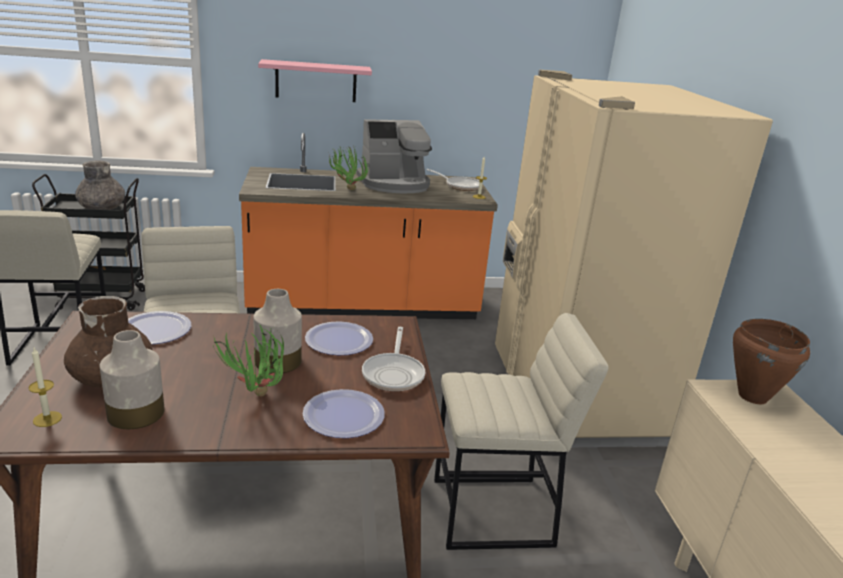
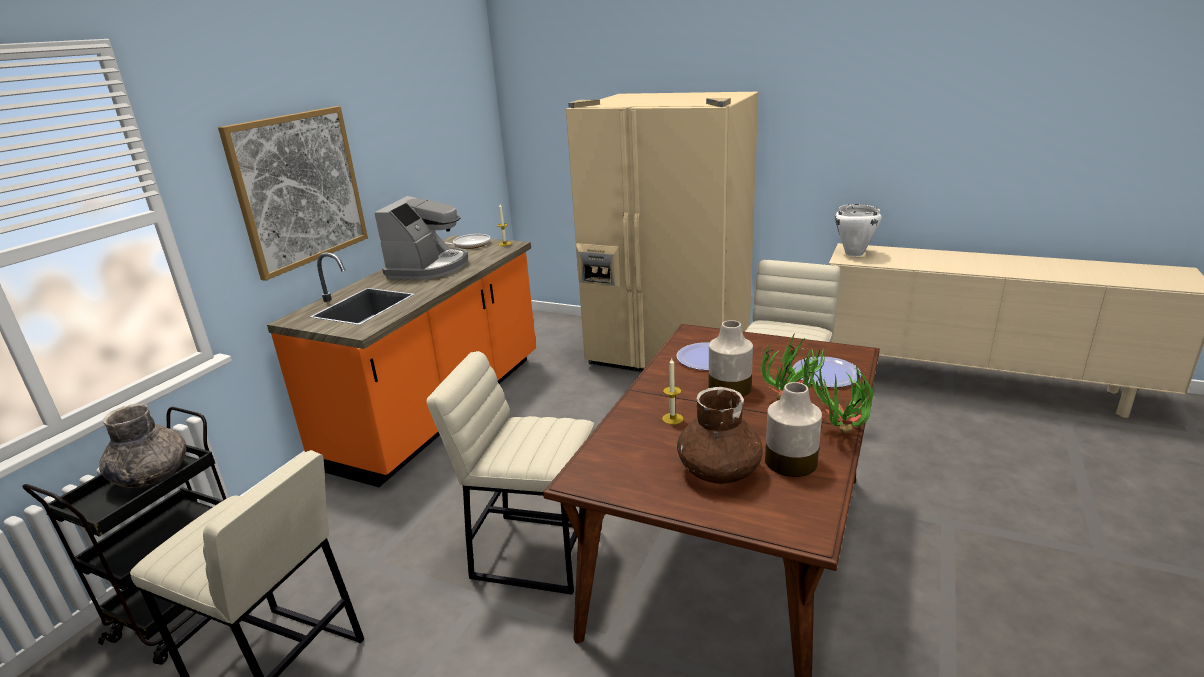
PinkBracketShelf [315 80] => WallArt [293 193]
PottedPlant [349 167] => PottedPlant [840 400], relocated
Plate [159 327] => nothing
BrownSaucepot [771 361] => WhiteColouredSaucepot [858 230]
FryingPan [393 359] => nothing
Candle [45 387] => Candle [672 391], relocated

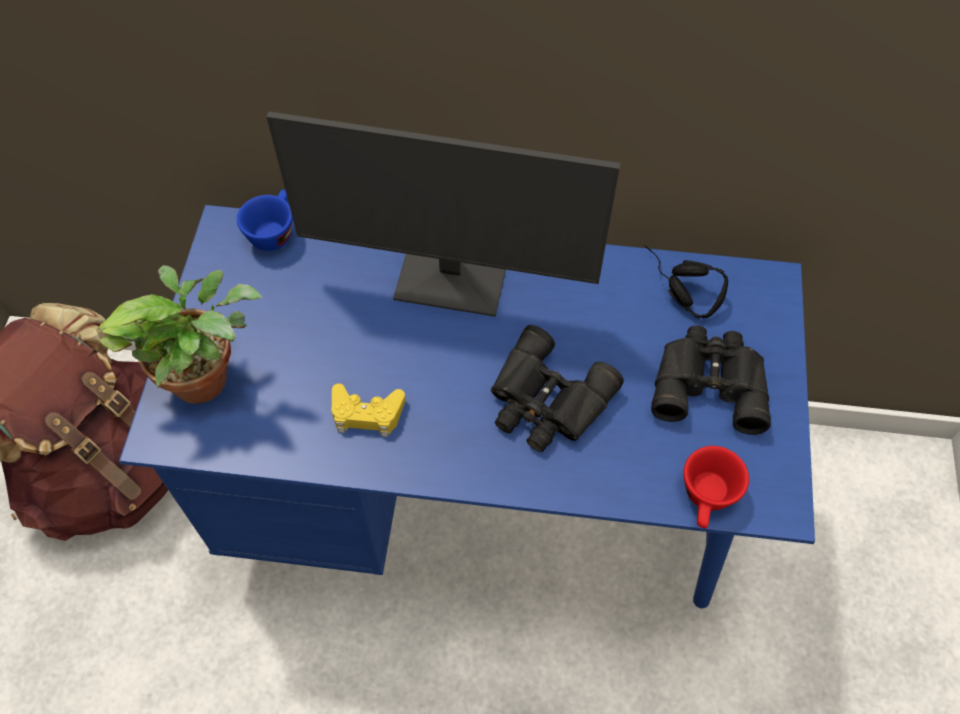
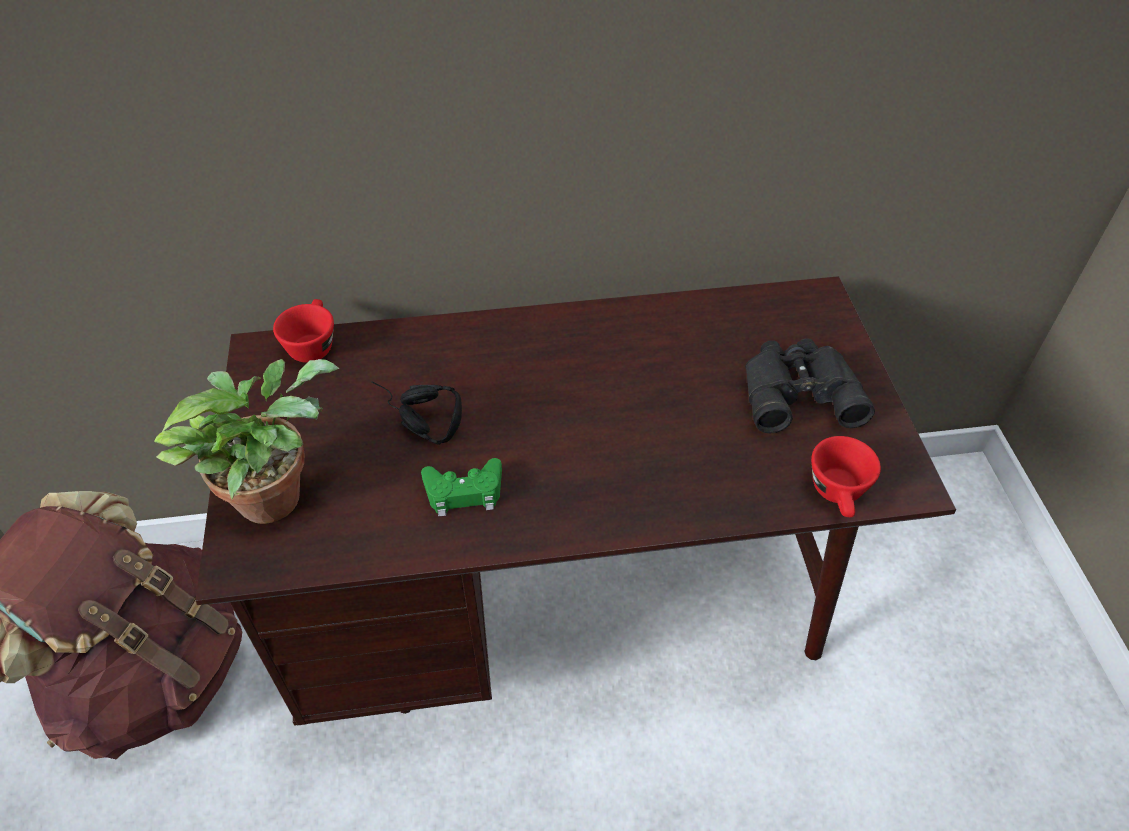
ComputerDisplay [443 214] => nothing
BlueDrinkingCup [265 220] => ReddishDrinkingCup [303 331]
BlueDesk [467 407] => BrownDesk [575 501]
BlackHeadset [686 282] => BlackHeadset [417 413], relocated
BlackBinoculars [557 388] => nothing
YellowGameController [368 410] => GreenishGameController [461 487]

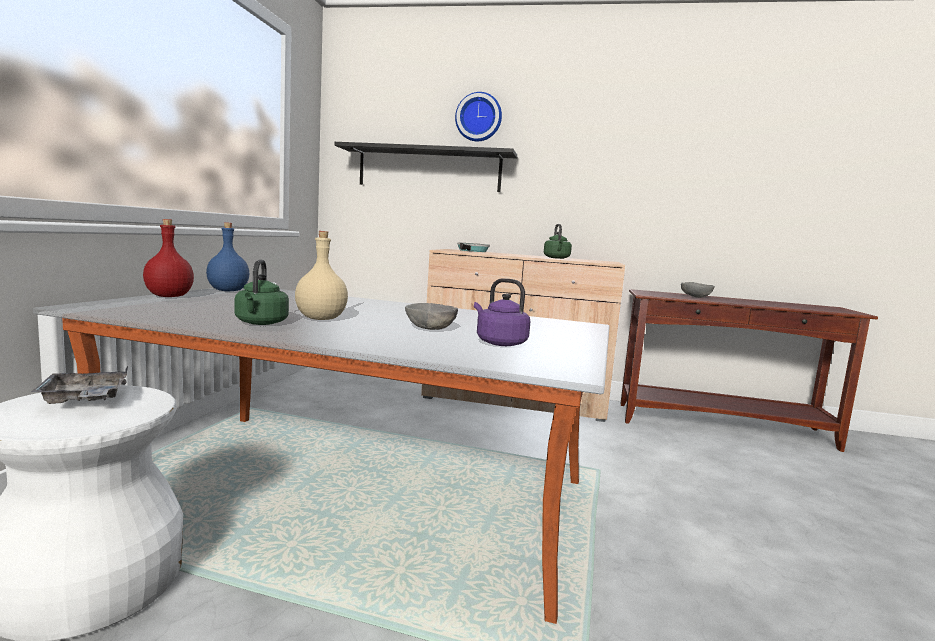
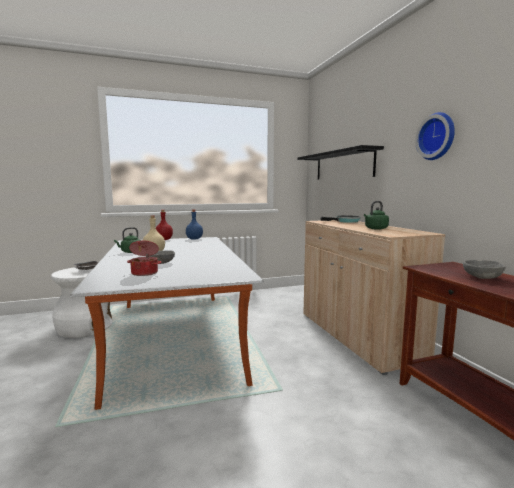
HangingClock [478 116] => HangingClock [435 136], relocated
PurplishWaterKettle [502 312] => Saucepot [144 258]

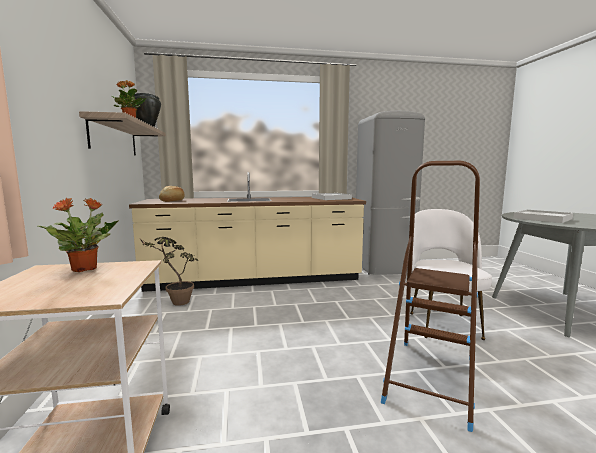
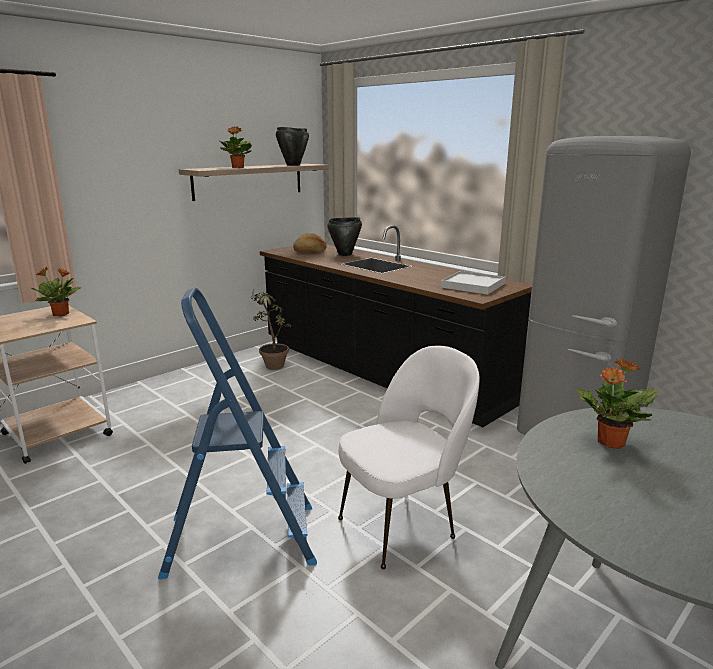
BrownStepladder [430 296] => BlueStepladder [237 433]
BeigeColouredCounter [247 232] => BlackCounter [396 326]
WhiteColouredCarryingTray [543 216] => PottedPlant [617 403]
nothing => BlackSaucepot [344 236]

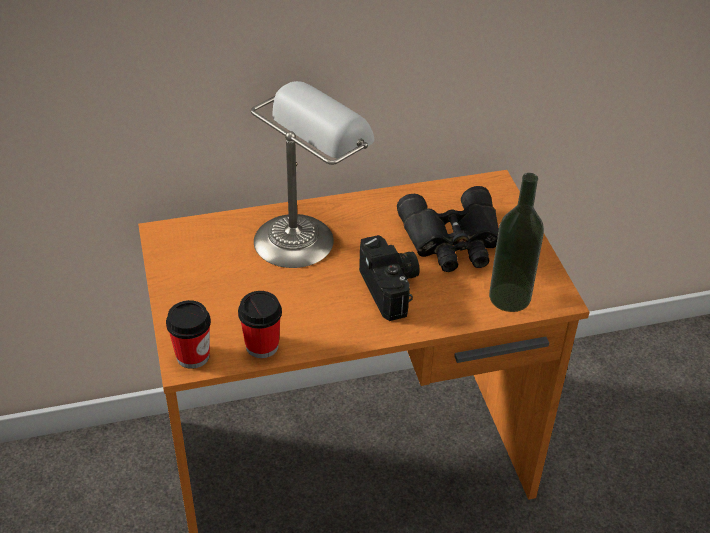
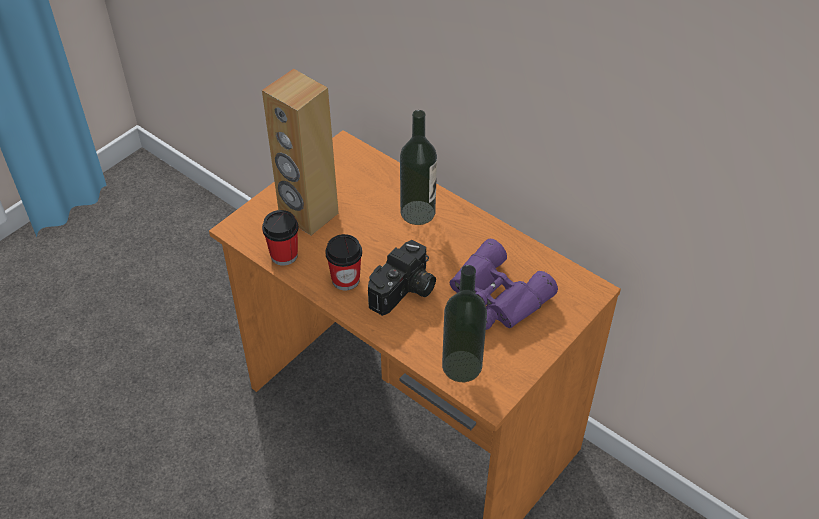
WhiteColouredTabletopLamp [312 174] => DrinkBottle [418 167]
BlackBinoculars [448 229] => PurplishBinoculars [503 284]
DrinkingCup [188 334] => DrinkingCup [343 262], relocated
nothing => BrownAudioSpeaker [300 152]

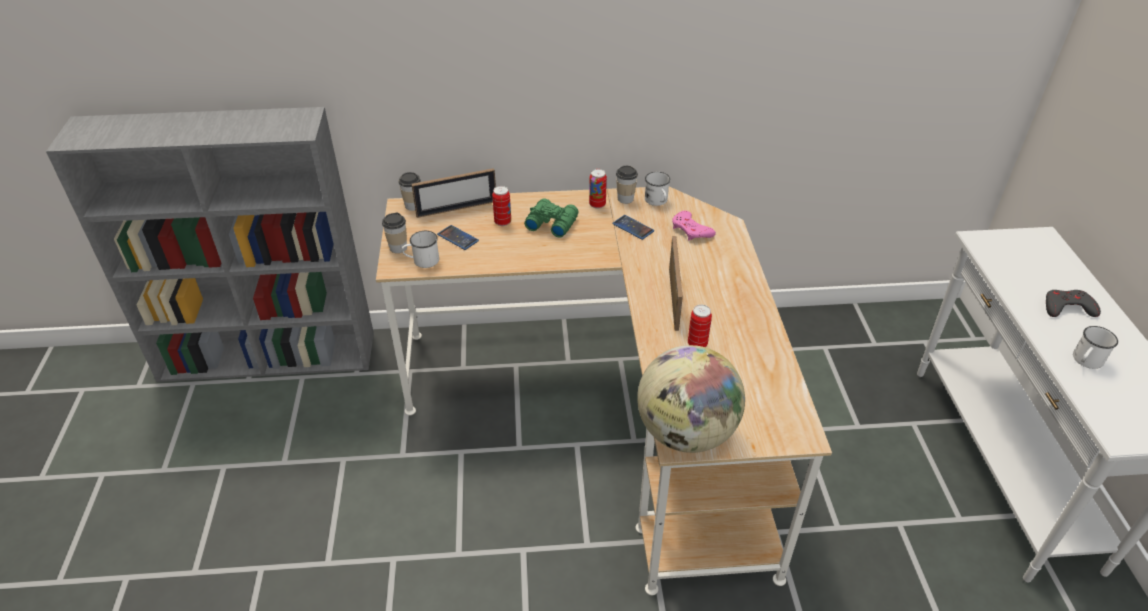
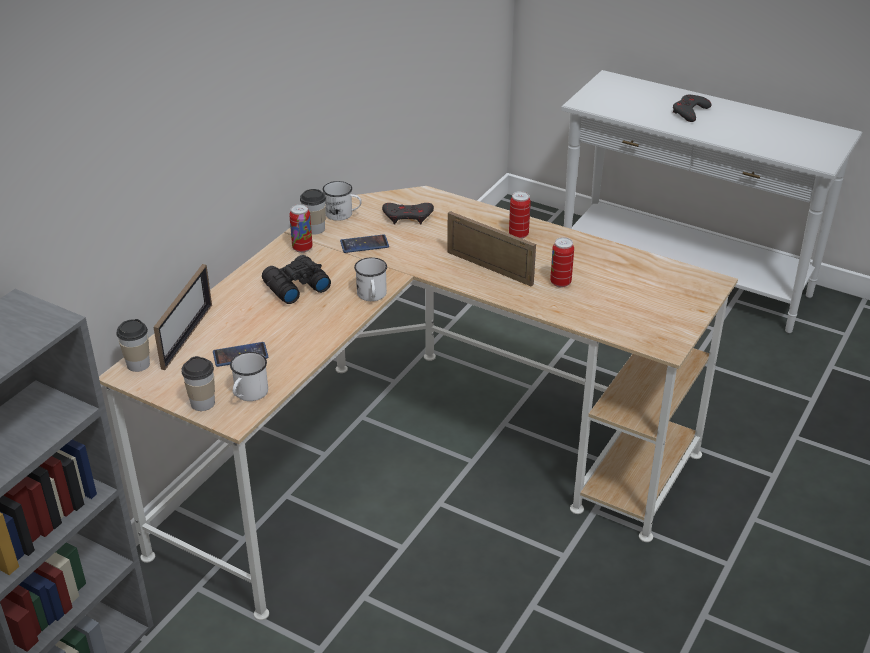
SealedCan [501 206] => SealedCan [520 215], relocated
GreenishBinoculars [551 218] => BlackBinoculars [296 279]
PinkGameController [694 225] => GreyGameController [408 213]
WhiteColouredCoffeeMug [1095 347] => WhiteColouredCoffeeMug [370 279], relocated
DeskGlobe [691 399] => nothing

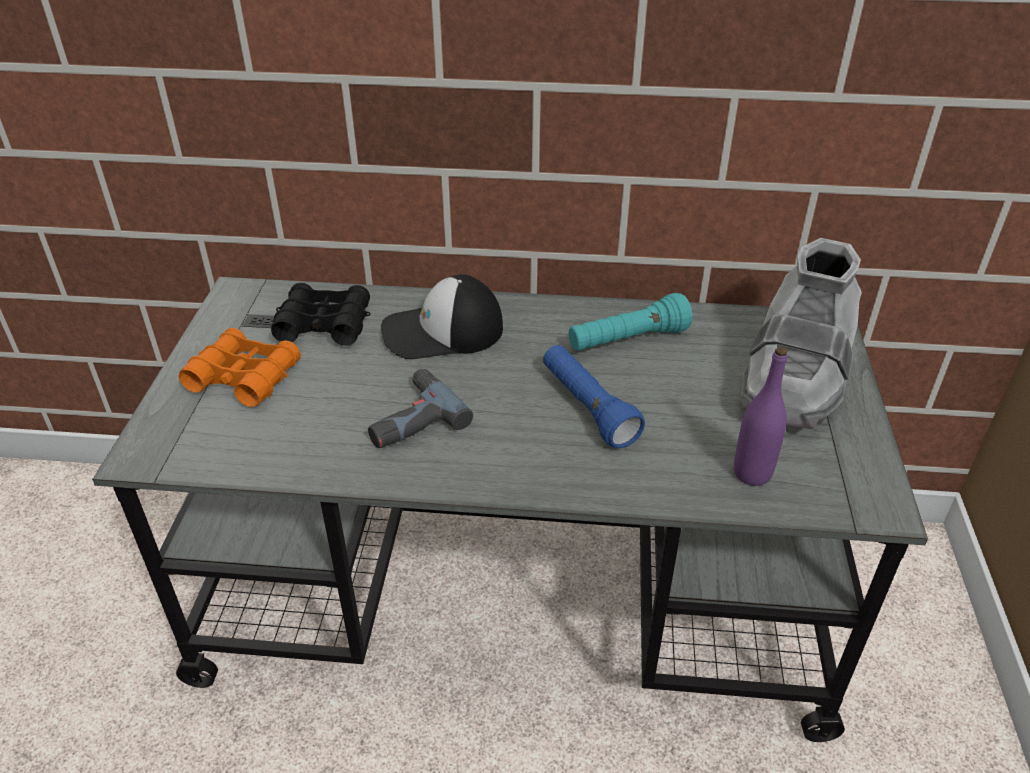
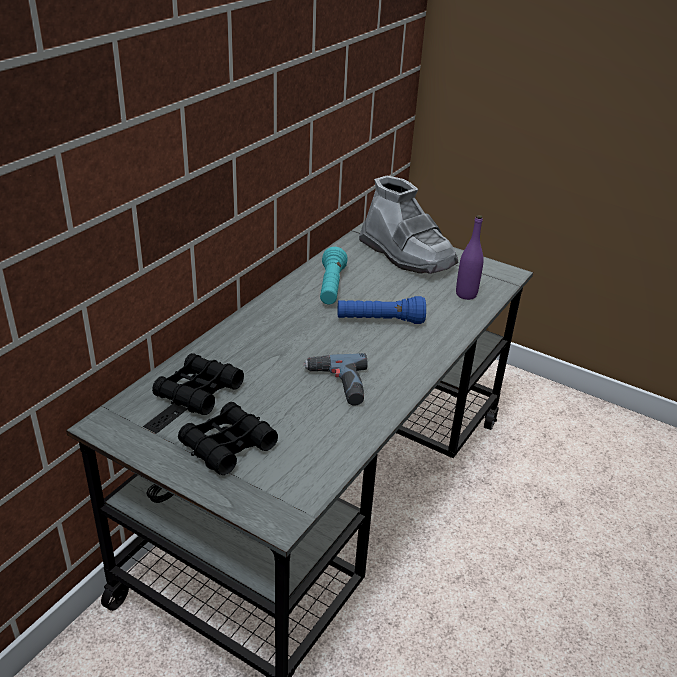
Cap [442 316] => nothing
OrangeColouredBinoculars [240 367] => BlackBinoculars [228 438]

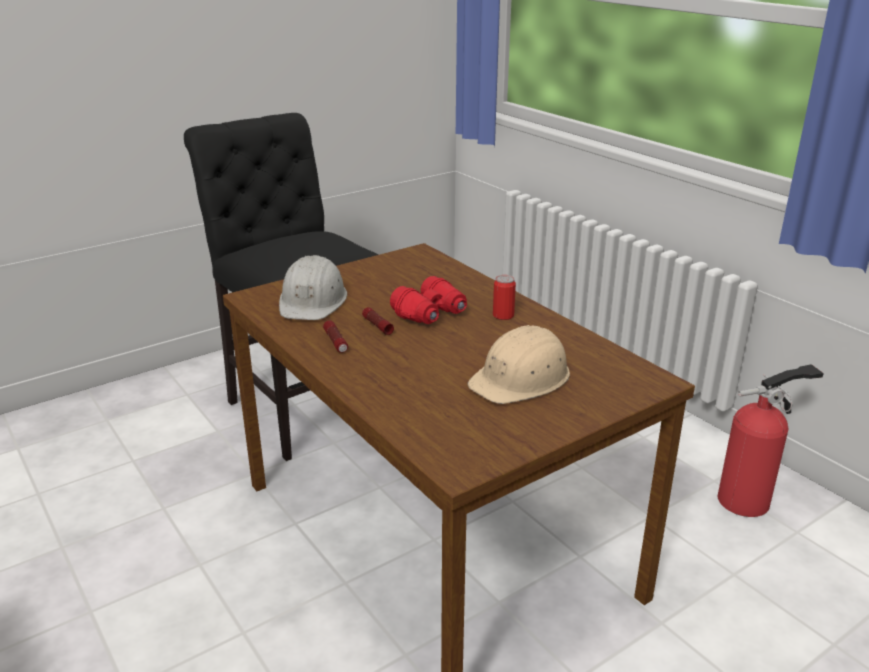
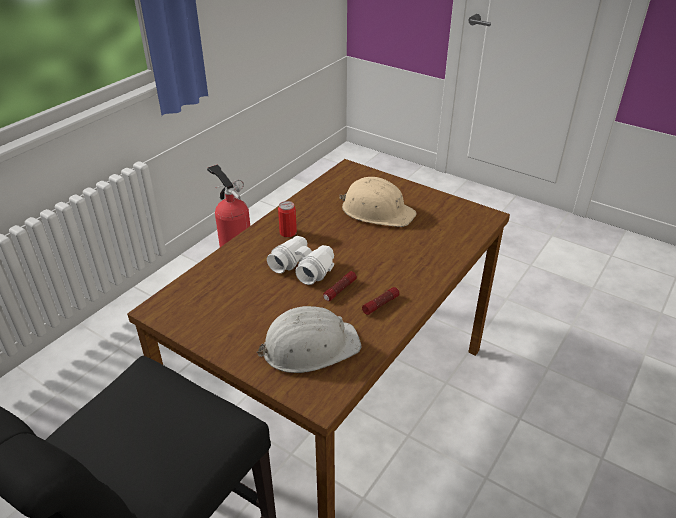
ReddishBinoculars [428 300] => WhiteColouredBinoculars [300 260]

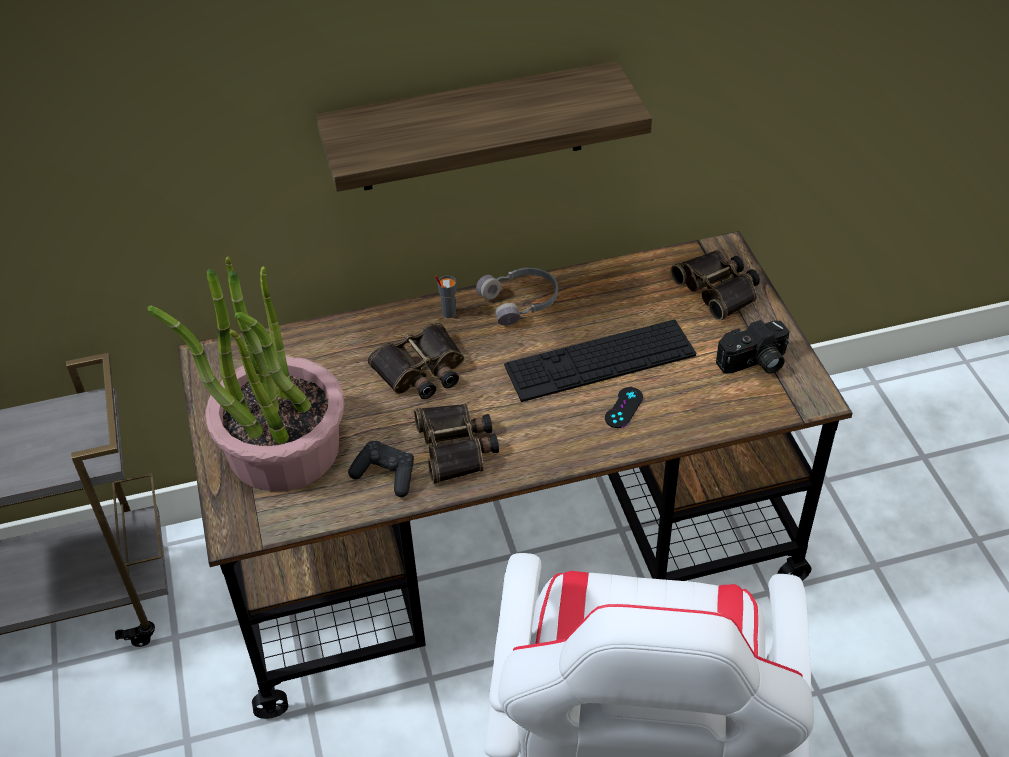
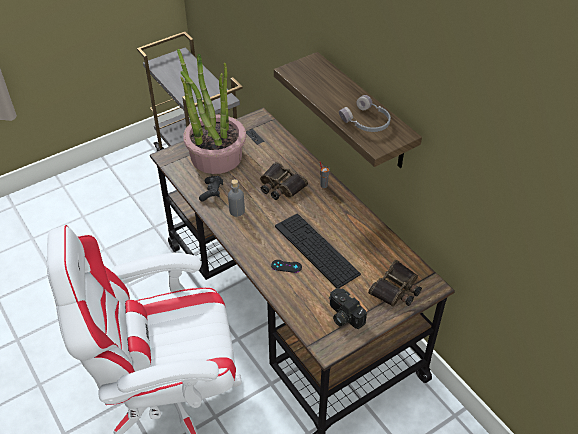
GreyHeadset [517 296] => GreyHeadset [365 113], relocated
Binoculars [456 443] => GreyDrinkBottle [236 198]

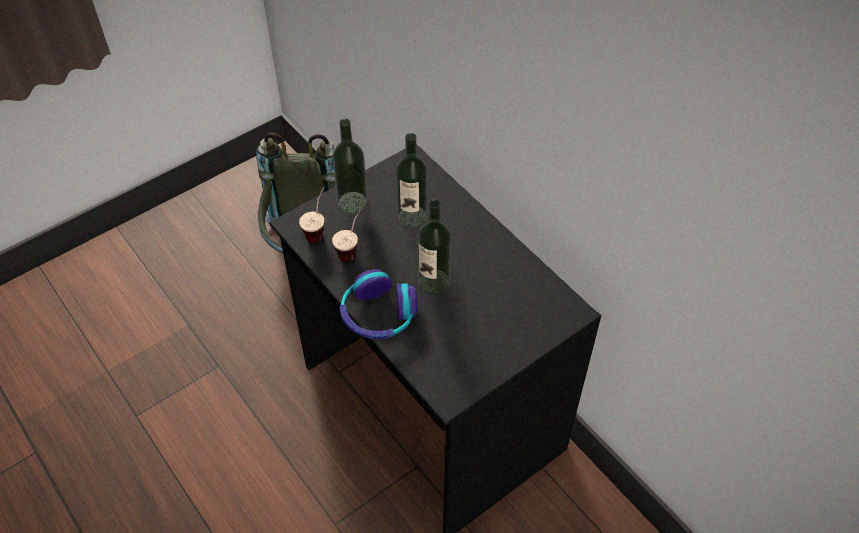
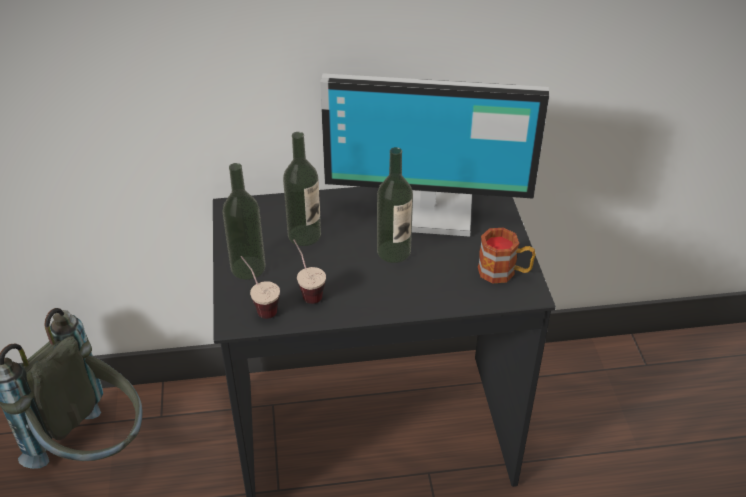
Headset [379 304] => nothing
nothing => ComputerDisplay [434 155]
nothing => CoffeeMug [507 255]

